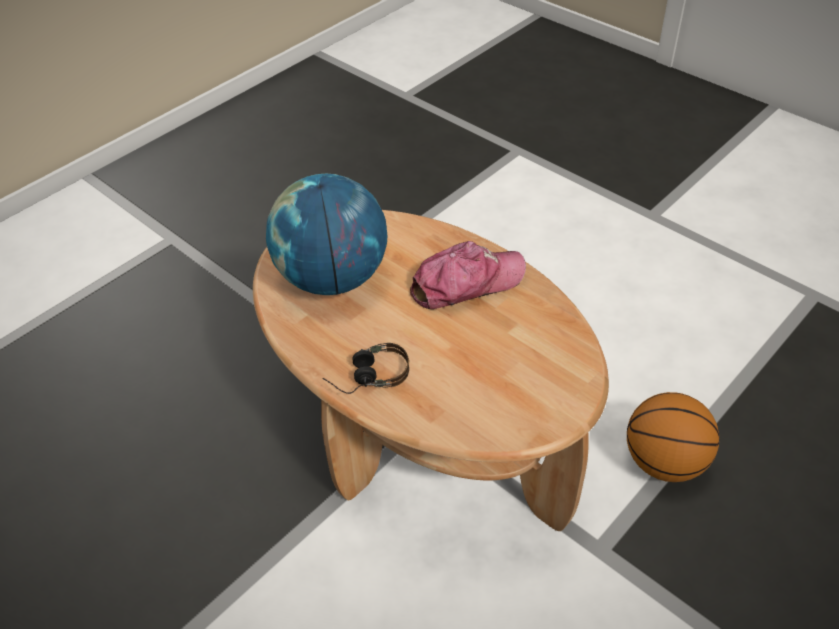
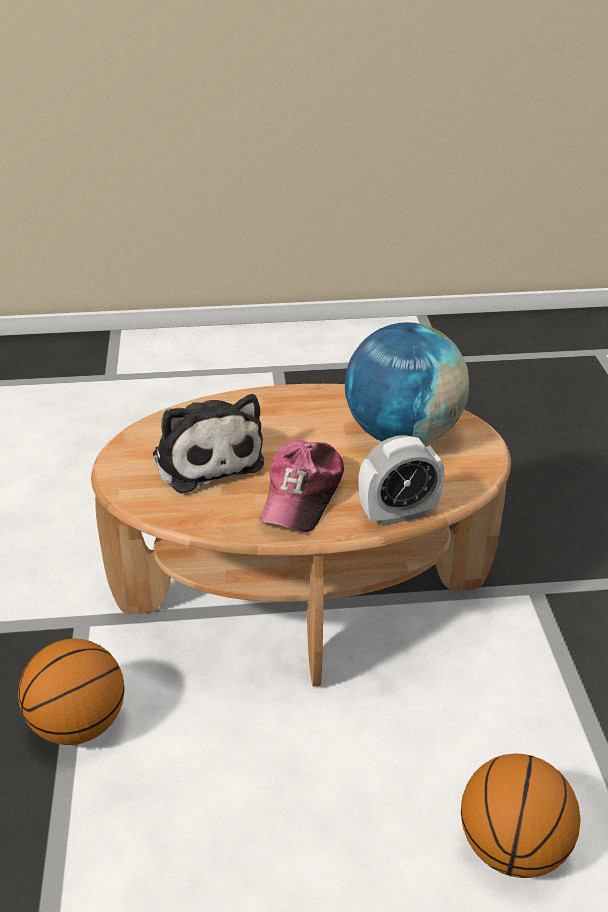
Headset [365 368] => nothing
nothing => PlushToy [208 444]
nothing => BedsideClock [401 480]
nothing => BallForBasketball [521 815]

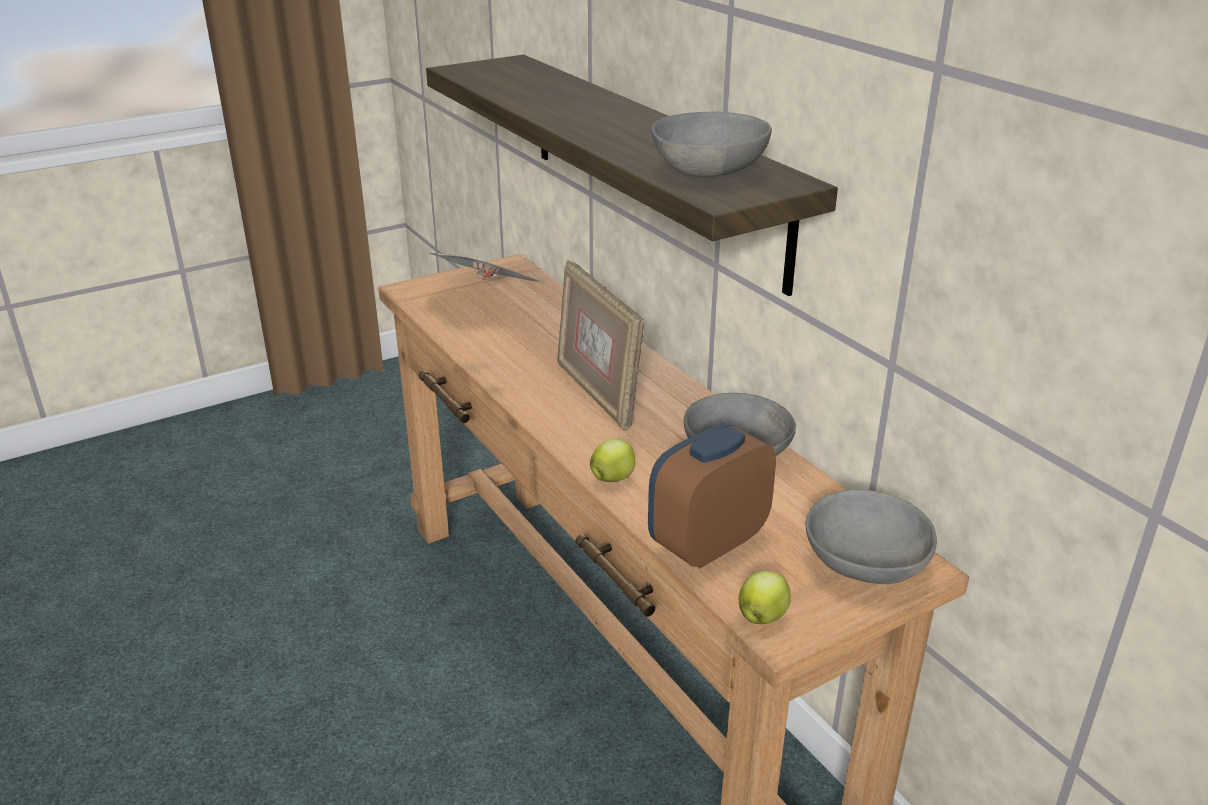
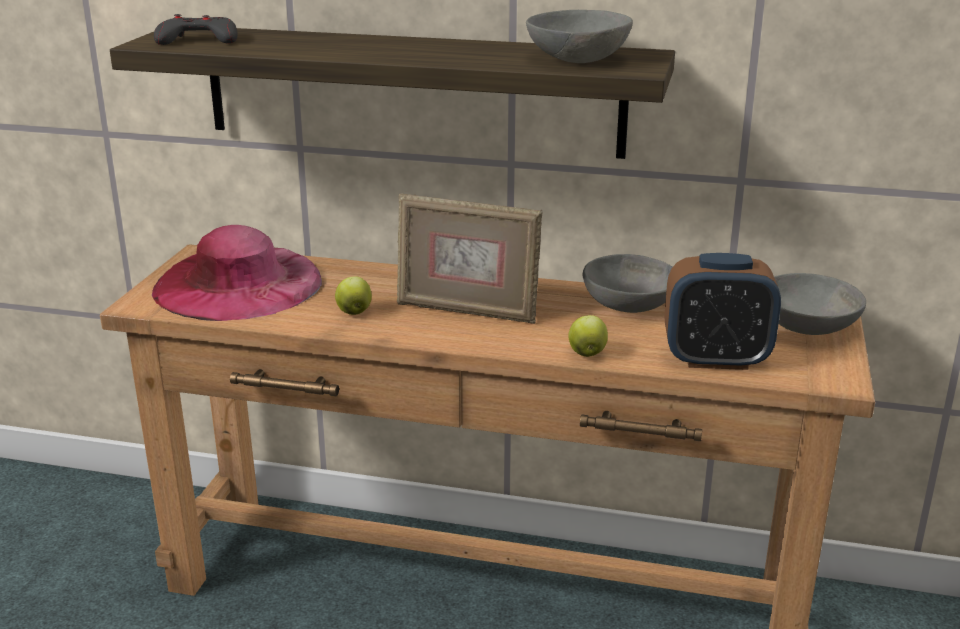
Newspaper [481 267] => PinkClothingHat [237 273]
BedsideClock [712 495] => BedsideClock [723 311], 90 degrees counterclockwise
Apple [765 597] => Apple [353 295], relocated
nothing => GreyGameController [196 29]

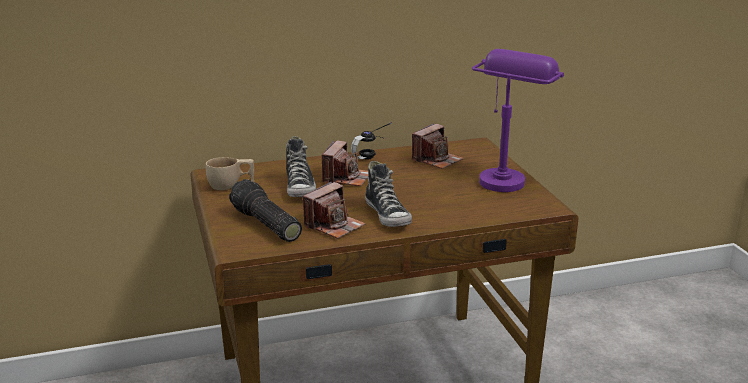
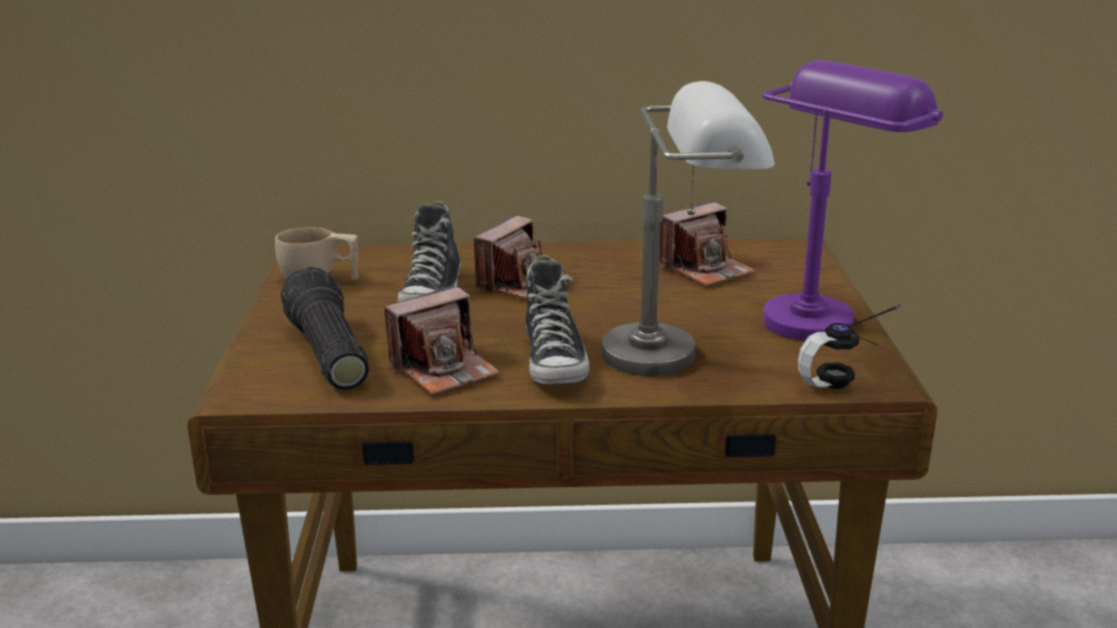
Headset [371 141] => Headset [849 346], relocated
nothing => GreyTabletopLamp [688 228]

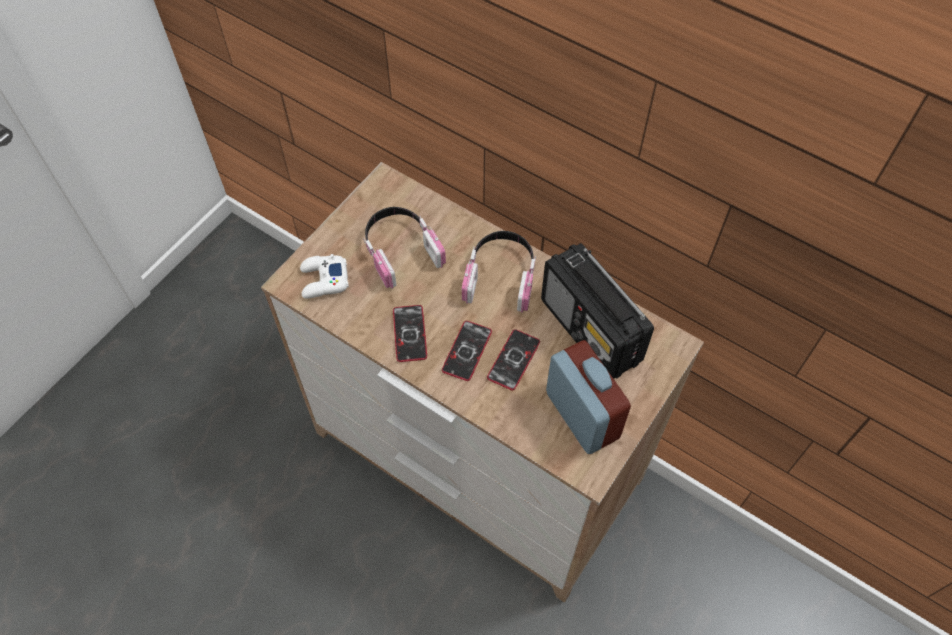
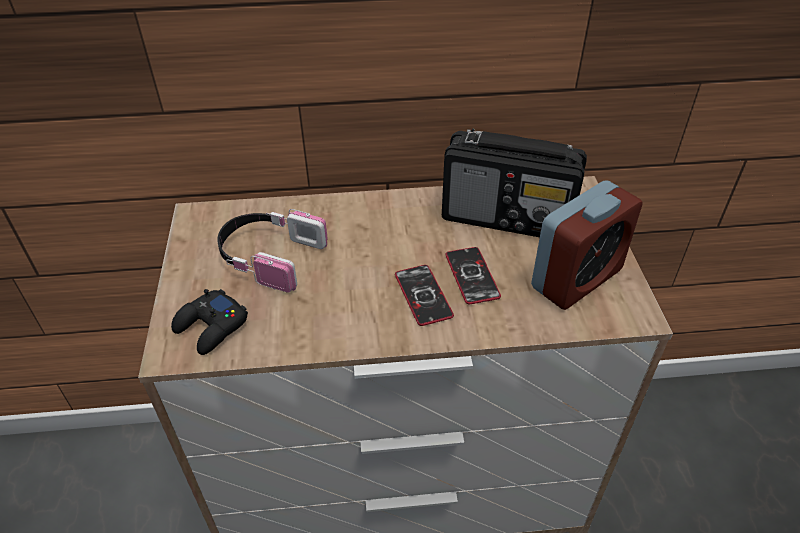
Headset [499 272] => nothing
WhiteColouredGameController [324 276] => BlackGameController [209 322]
Handset [410 333] => nothing
BedsideClock [588 397] => BedsideClock [587 245], 120 degrees clockwise

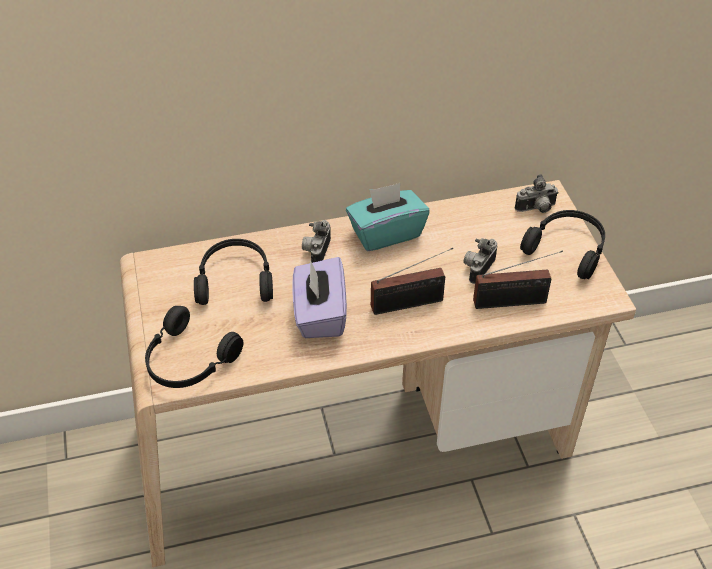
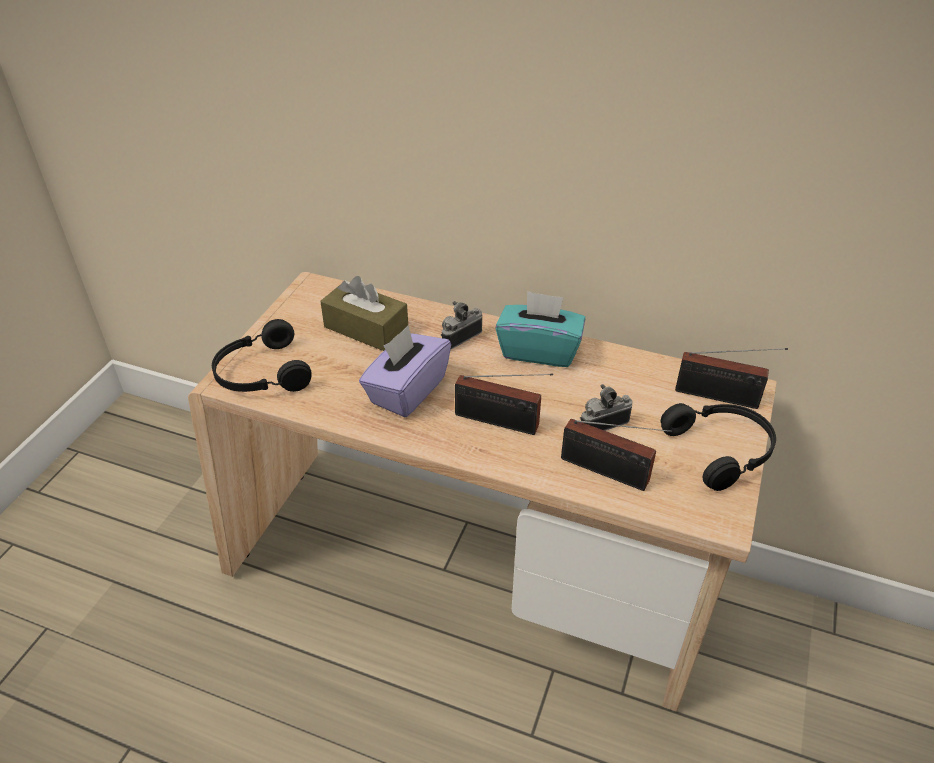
PhotoCamera [537 193] => Radio [731 378]
BlackHeadset [233 272] => BrownBoxOfTissues [364 313]

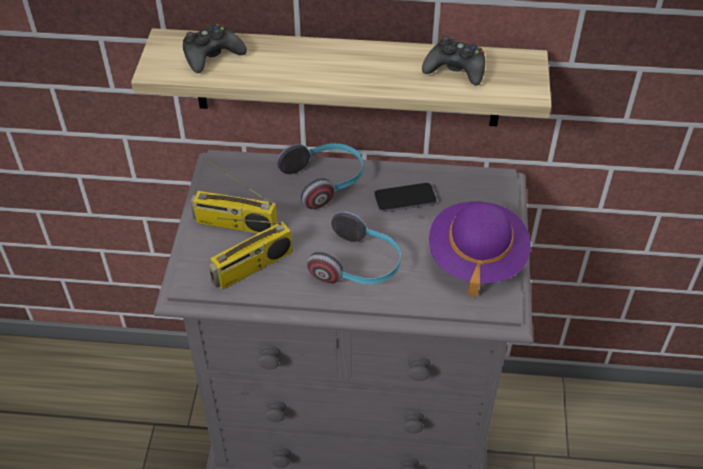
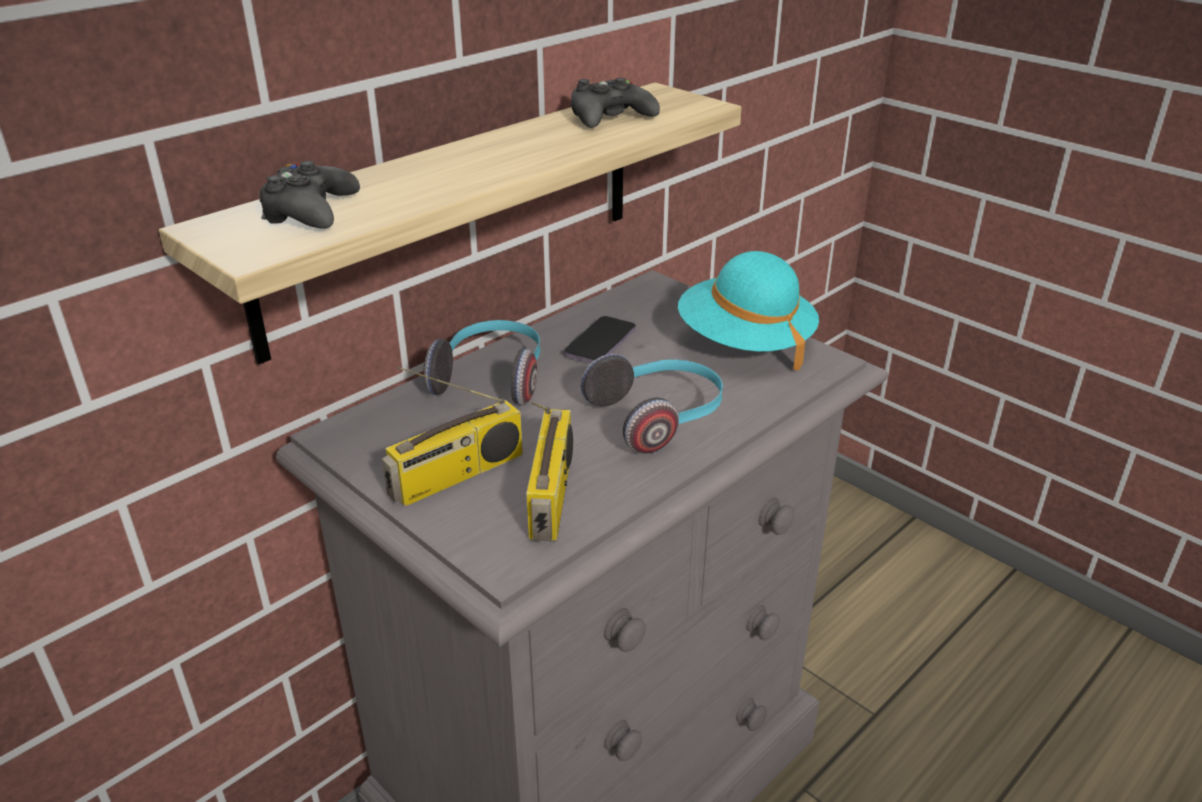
PurplishClothingHat [480 250] => BlueGreenClothingHat [748 310]

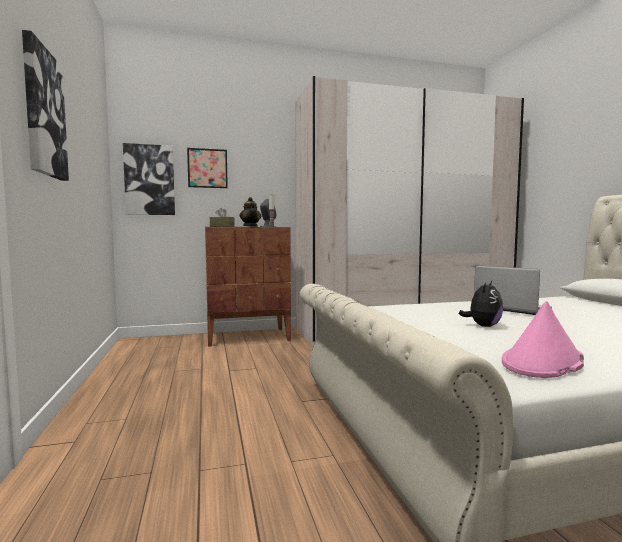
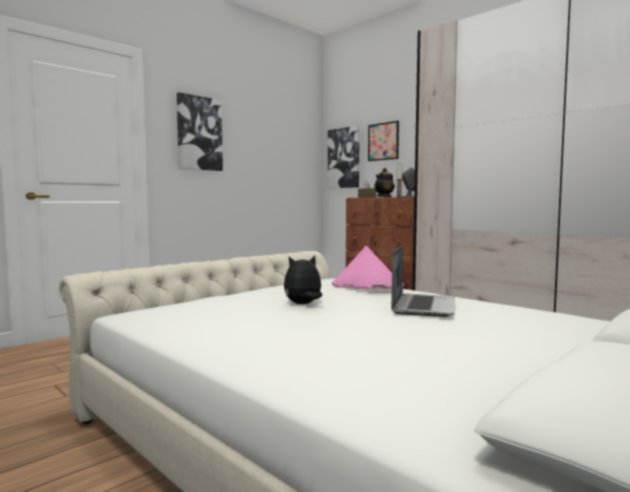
PlushToy [481 304] => PlushToy [303 280], 150 degrees clockwise
PinkClothingHat [543 339] => PinkClothingHat [368 268], relocated

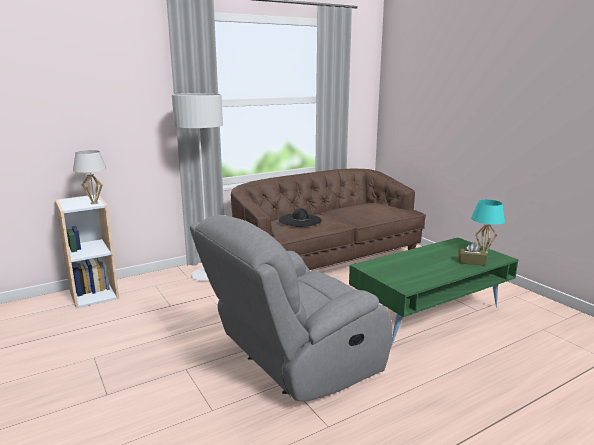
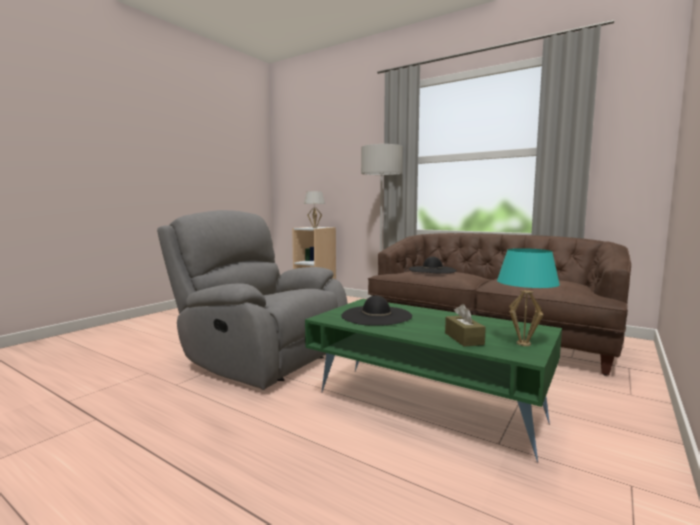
nothing => BlackClothingHat [376 310]

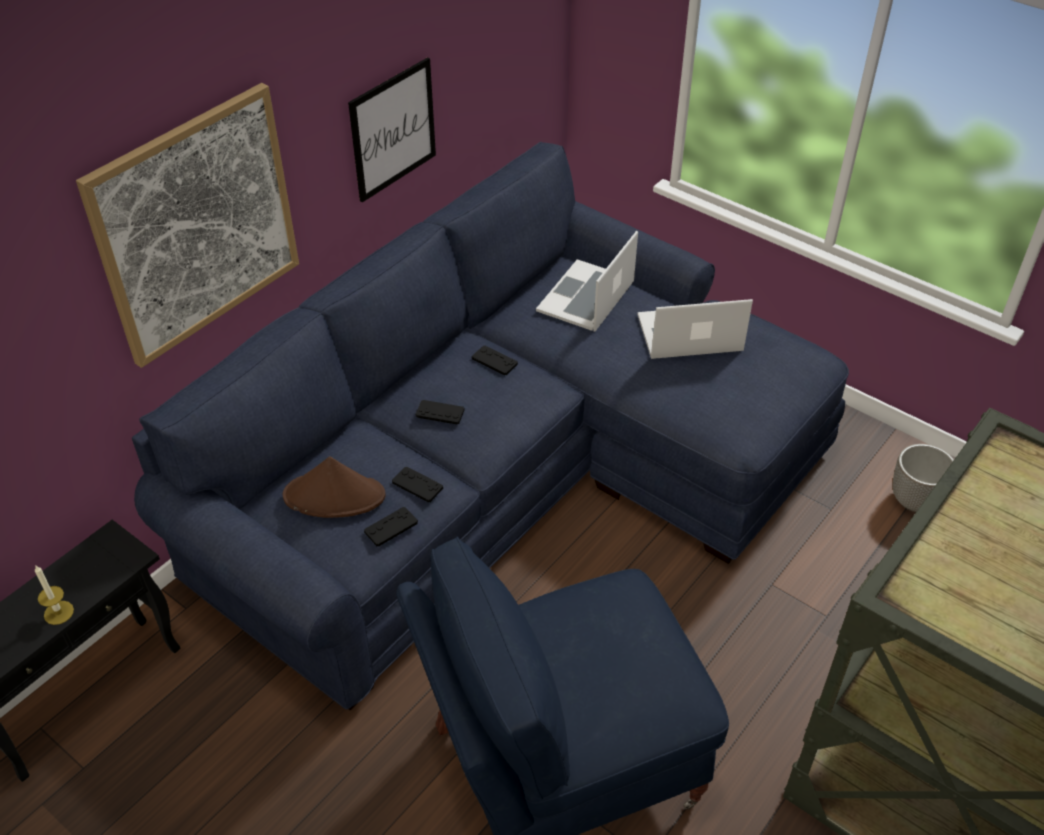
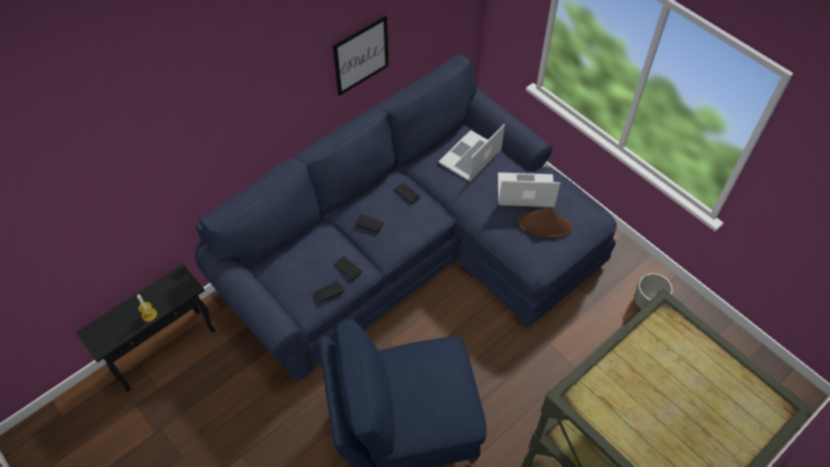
WallArt [187 225] => nothing
BrownClothingHat [334 487] => BrownClothingHat [545 222], relocated

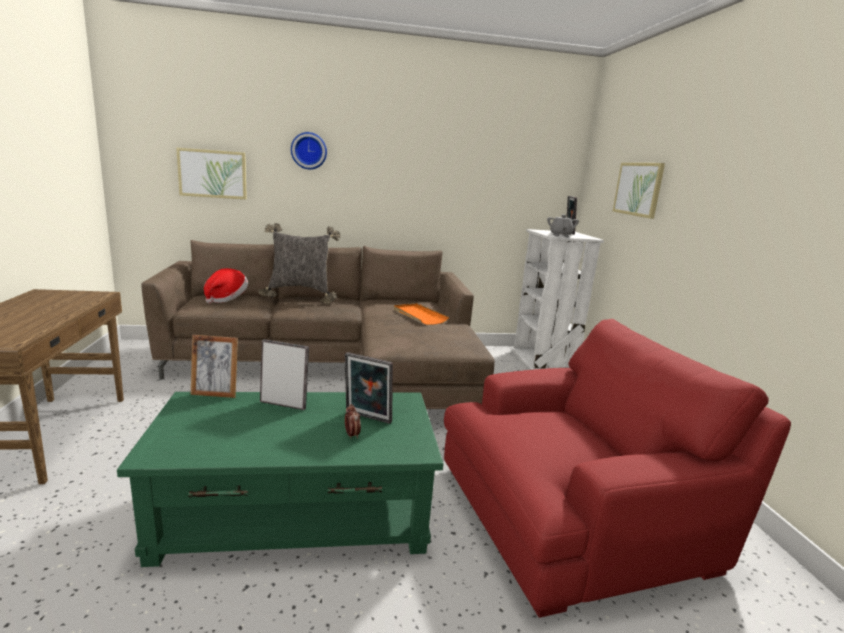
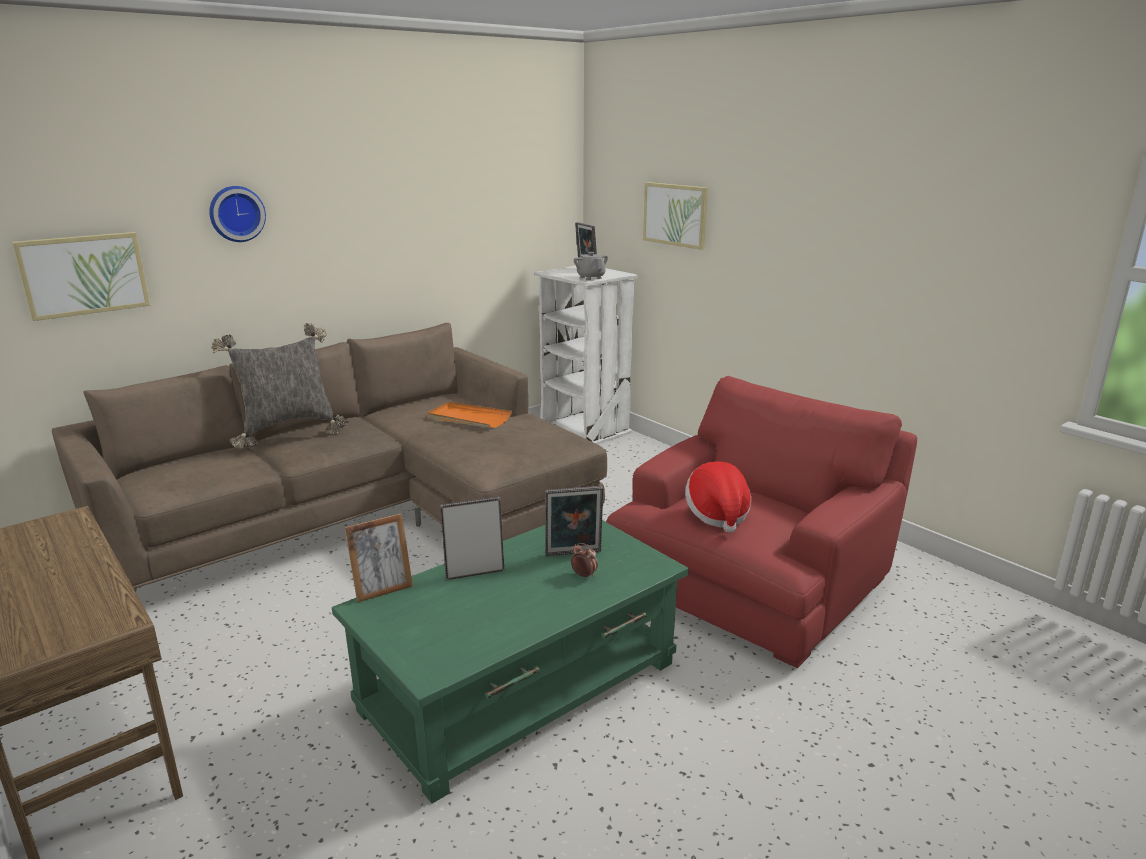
ClothingHat [226 285] => ClothingHat [718 497], relocated

